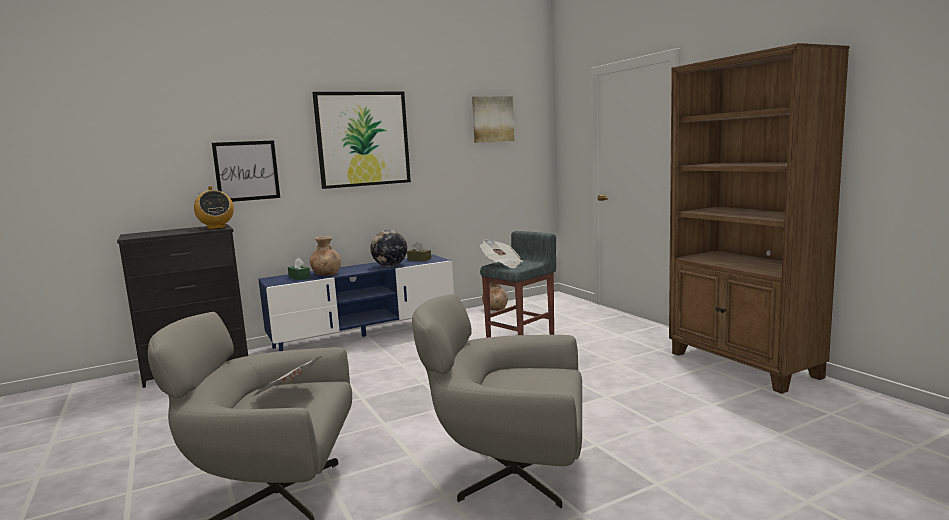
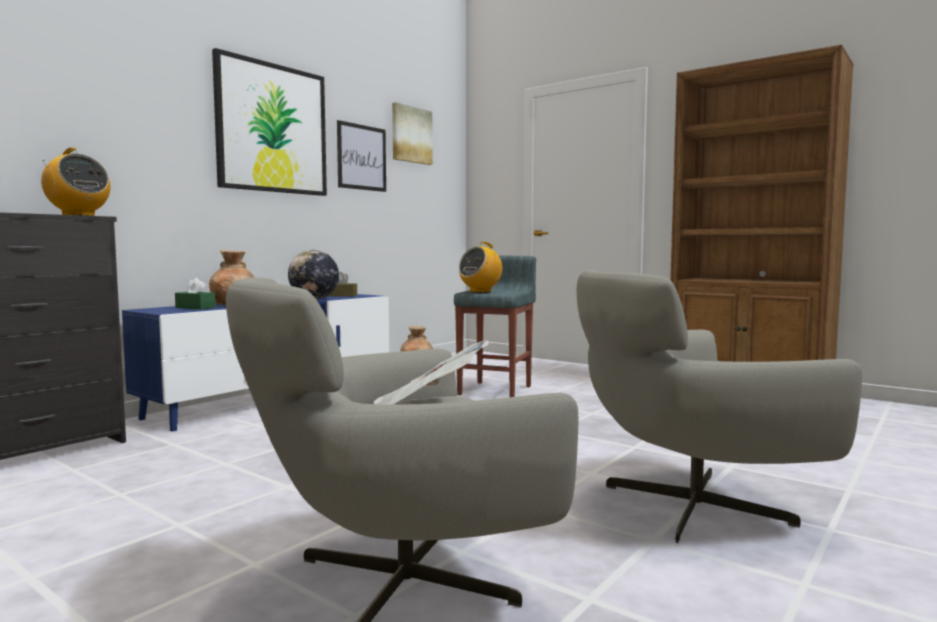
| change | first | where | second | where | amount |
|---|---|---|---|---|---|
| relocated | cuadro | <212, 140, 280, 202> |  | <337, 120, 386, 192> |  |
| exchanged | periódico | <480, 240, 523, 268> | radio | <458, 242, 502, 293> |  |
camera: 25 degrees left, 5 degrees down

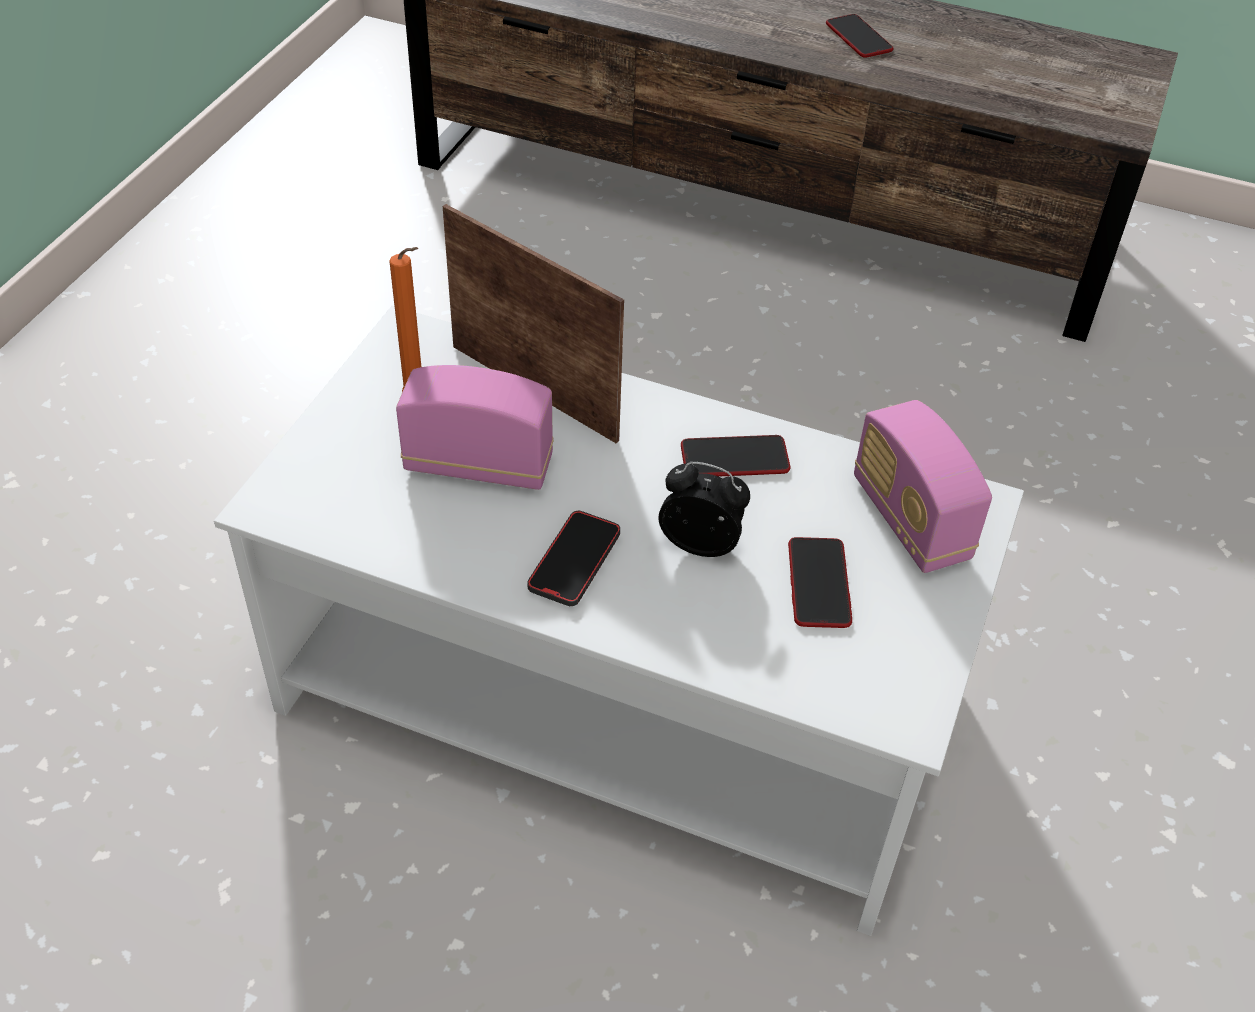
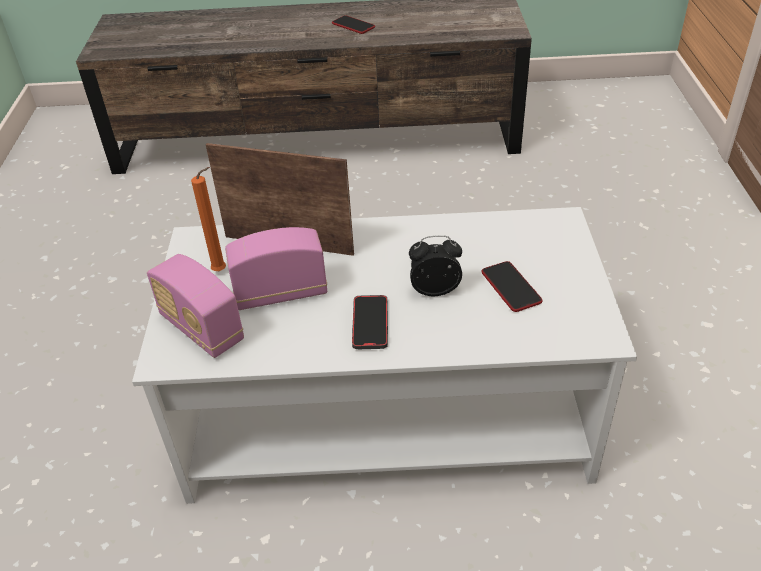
| change | first | where | second | where | amount |
|---|---|---|---|---|---|
| missing | móvil | <681, 435, 790, 477> |  |  |  |
| relocated | radio | <854, 400, 992, 573> |  | <147, 254, 244, 358> |  |
camera: 20 degrees left, 5 degrees down

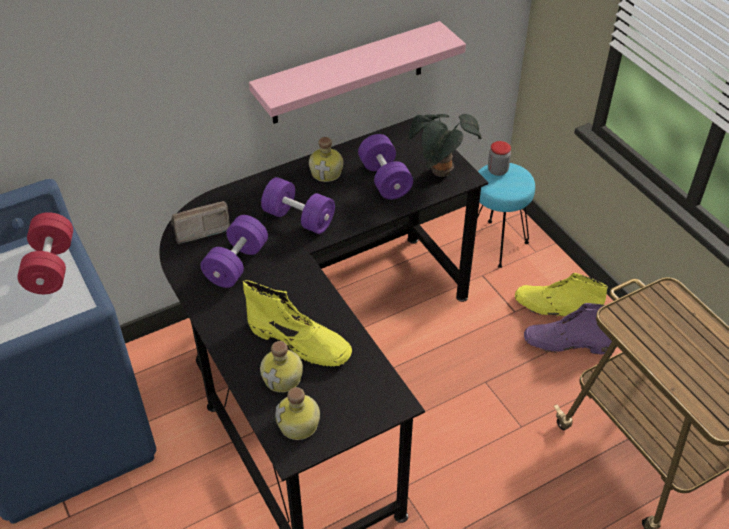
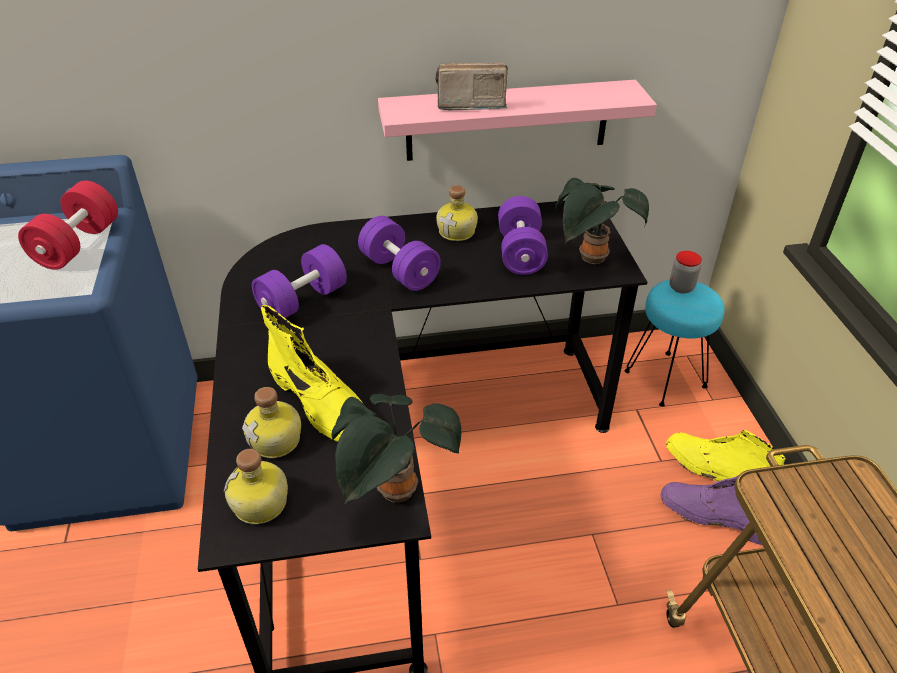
| change | first | where | second | where | amount |
|---|---|---|---|---|---|
| relocated | radio | <171, 201, 230, 244> |  | <435, 63, 508, 110> |  |
| appeared |  |  | planta en maceta | <331, 394, 461, 504> |  |
camera: 20 degrees right, 5 degrees down

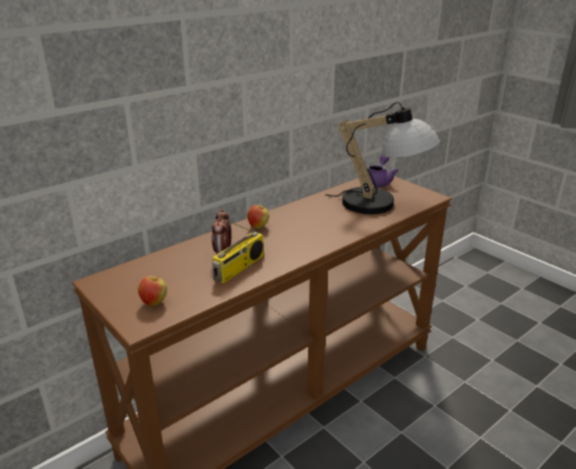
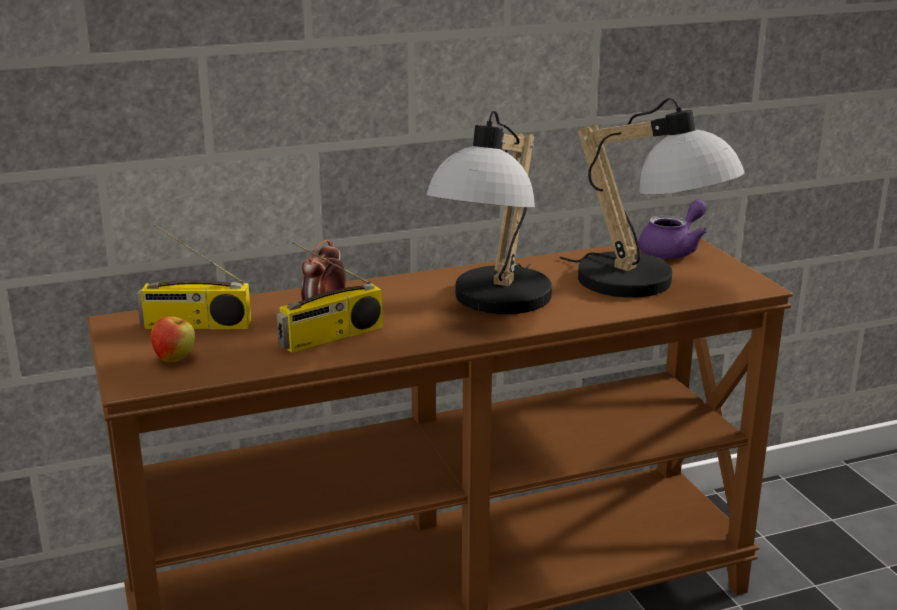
| change | first | where | second | where | amount |
|---|---|---|---|---|---|
| missing | manzana | <247, 205, 269, 228> |  |  |  |
| appeared |  |  | radio | <136, 225, 251, 329> |  |
| appeared |  |  | lámpara de mesa | <426, 110, 552, 314> |  |
camera: 20 degrees right, 5 degrees down

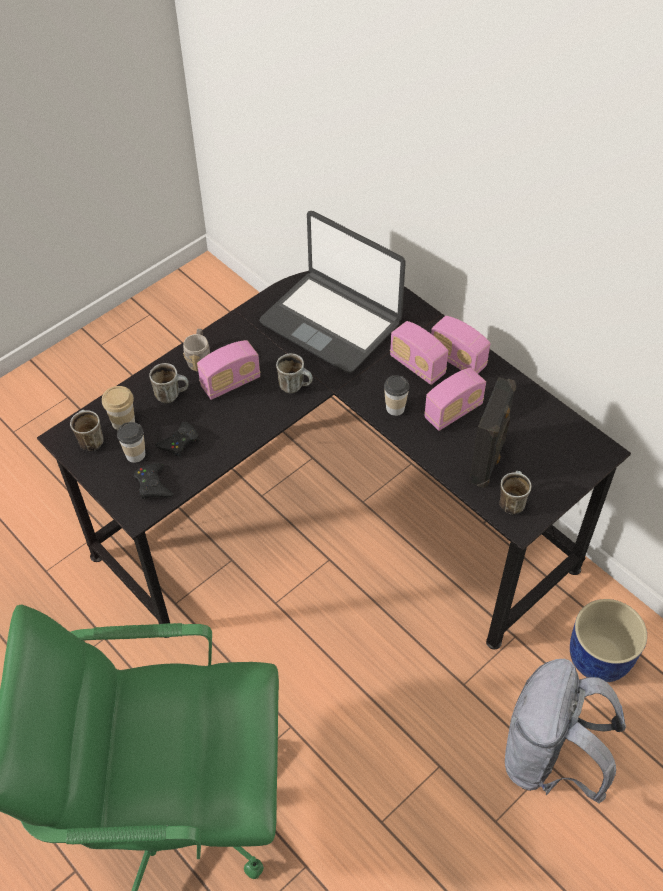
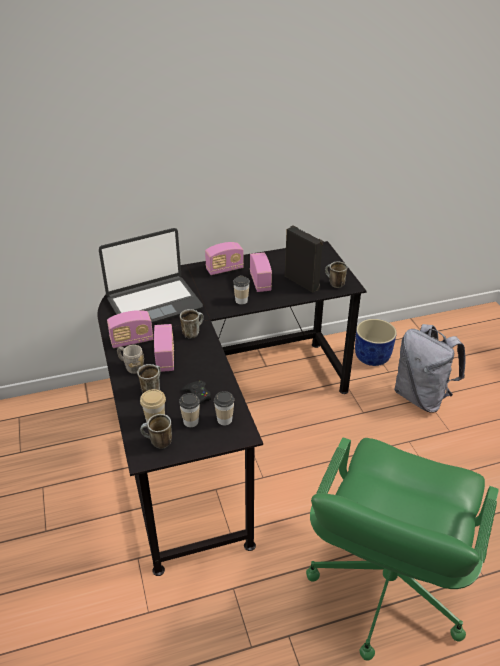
| change | first | where | second | where | amount |
|---|---|---|---|---|---|
| exchanged | mando de consola/negro | <134, 463, 174, 500> | taza | <214, 391, 234, 426> |  |
| relocated | radio | <390, 321, 448, 385> |  | <107, 310, 153, 348> |  |
camera: 65 degrees left, 15 degrees down

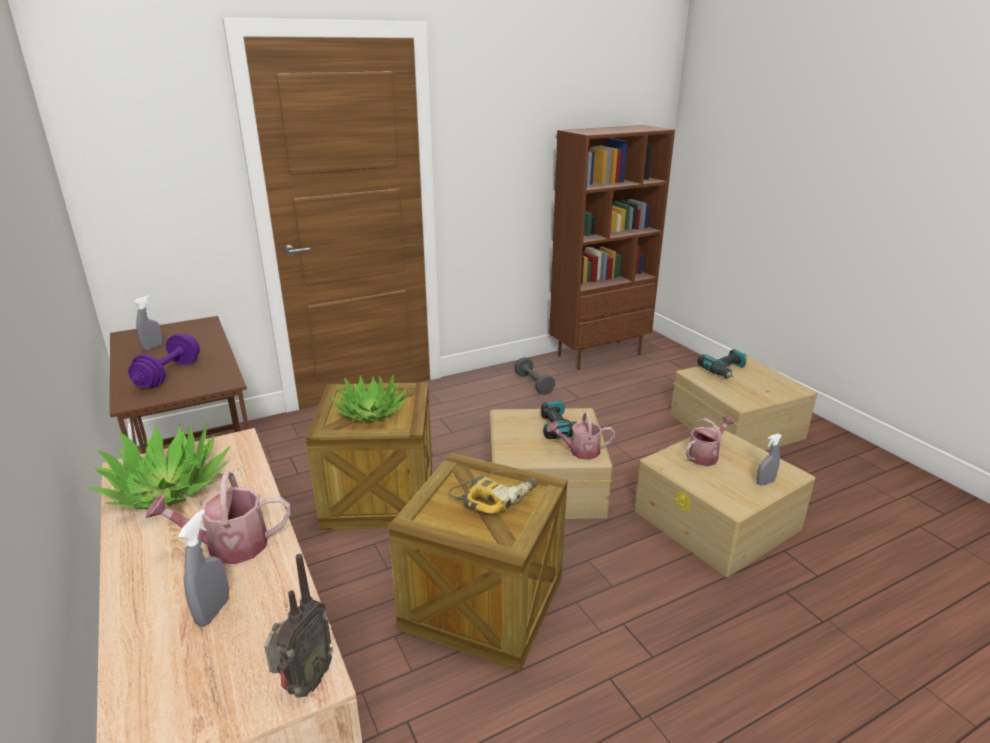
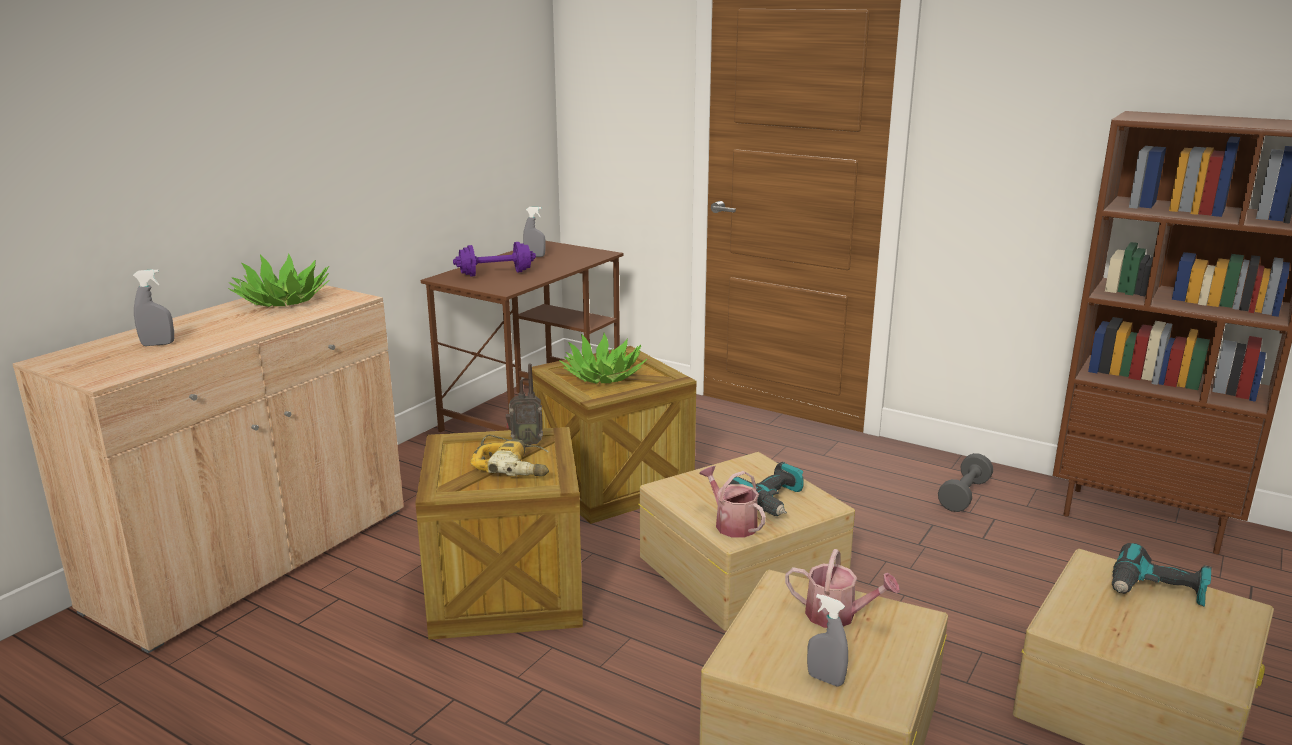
| change | first | where | second | where | amount |
|---|---|---|---|---|---|
| missing | regadera | <146, 472, 291, 564> |  |  |  |
| relocated | radio | <264, 554, 333, 698> |  | <506, 364, 543, 447> |  |
camera: 60 degrees right, 5 degrees down

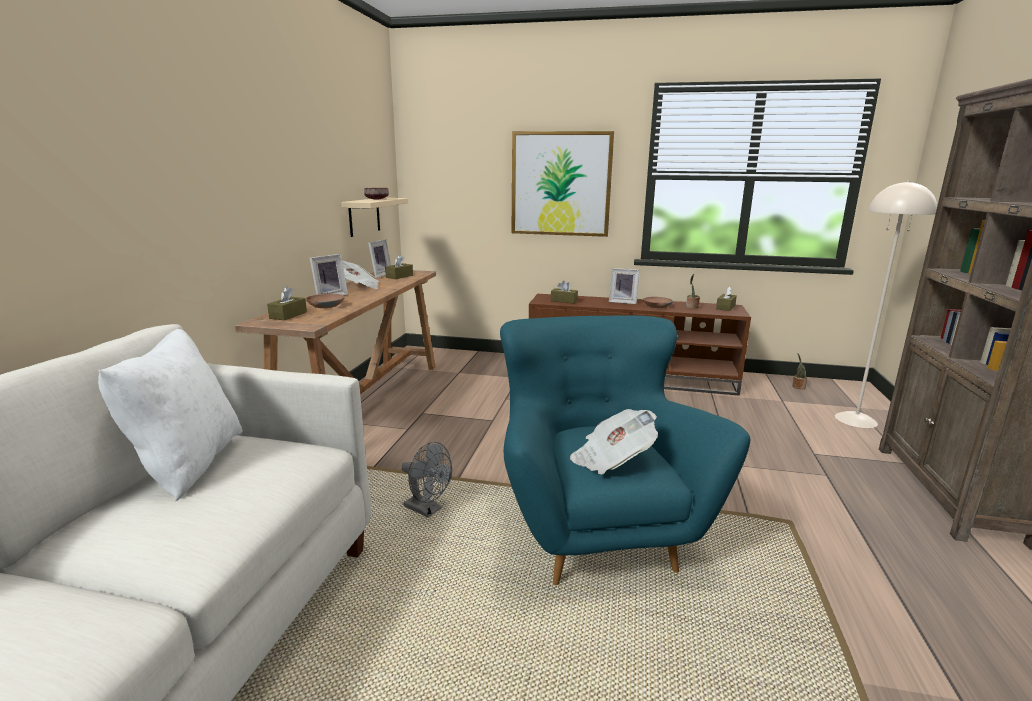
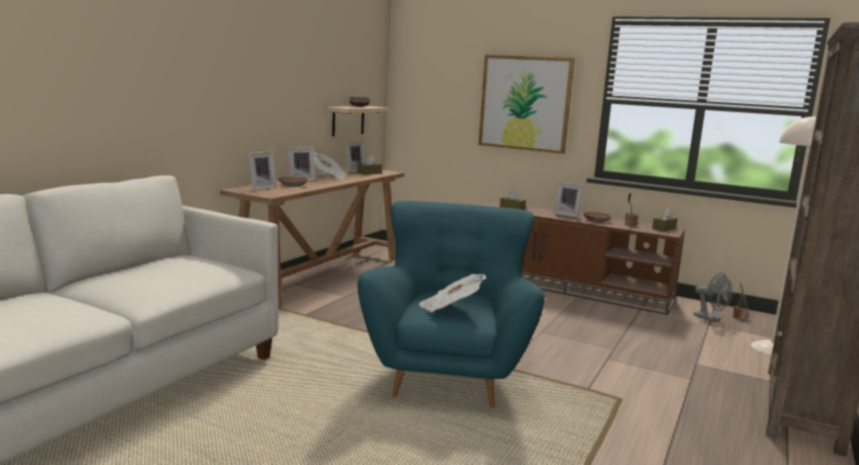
| change | first | where | second | where | amount |
|---|---|---|---|---|---|
| missing | cojín/blanco | <98, 329, 243, 501> |  |  |  |
| exchanged | caja de pañuelos/marrón | <267, 286, 307, 320> | portarretratos | <249, 151, 277, 191> |  |
| relocated | ventilador/gris | <401, 442, 452, 517> |  | <694, 273, 733, 322> |  |
camera: 15 degrees right, 5 degrees down

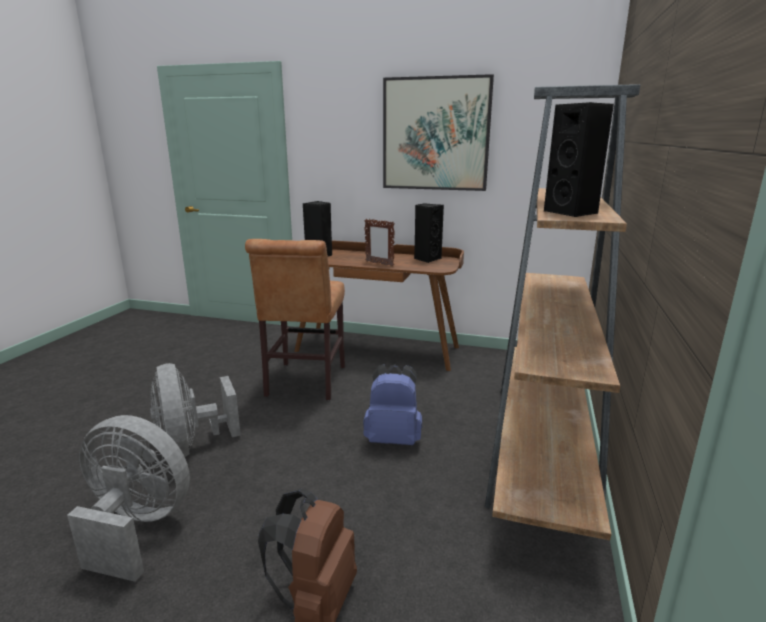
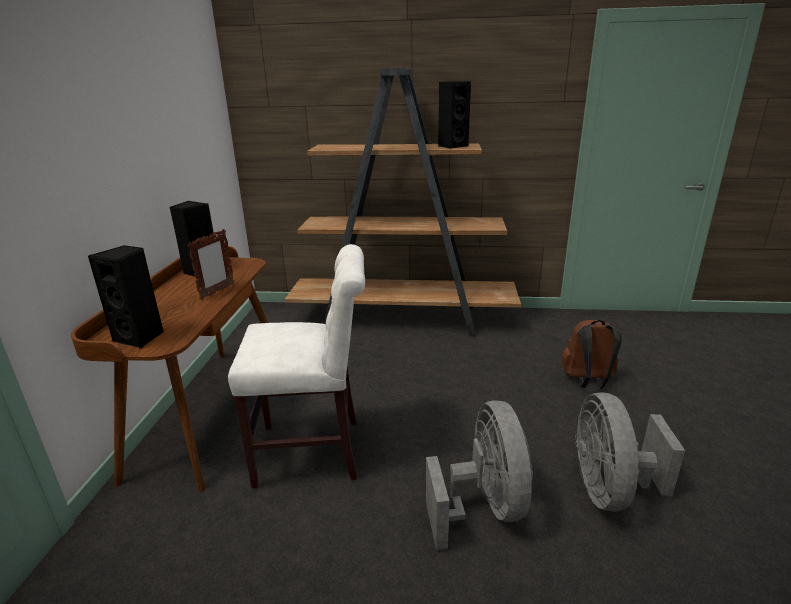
| change | first | where | second | where | amount |
|---|---|---|---|---|---|
| spun | ventilador/gris | <150, 363, 241, 457> |  | <426, 400, 533, 550> | 60 degrees counterclockwise |
| colour | silla/marrón | <245, 239, 345, 400> | silla/blanco | <228, 244, 365, 488> |  |
| missing | mochila/azul | <363, 364, 422, 445> |  |  |  |
| missing | cuadro | <383, 74, 494, 191> |  |  |  |
camera: 100 degrees left, 5 degrees up

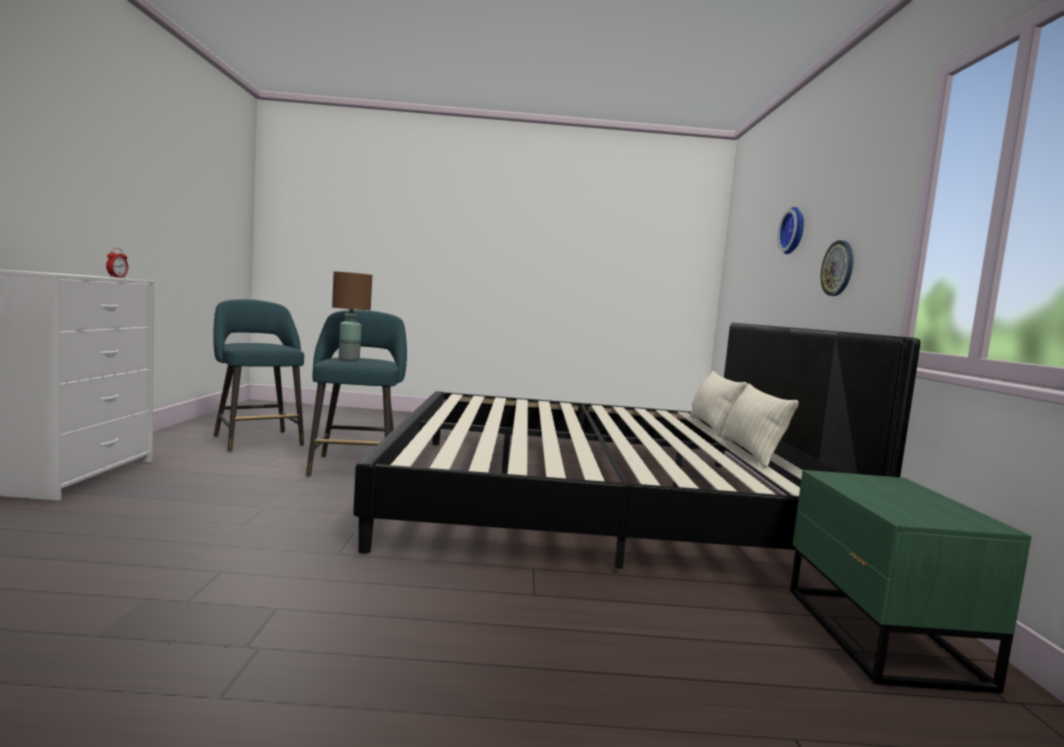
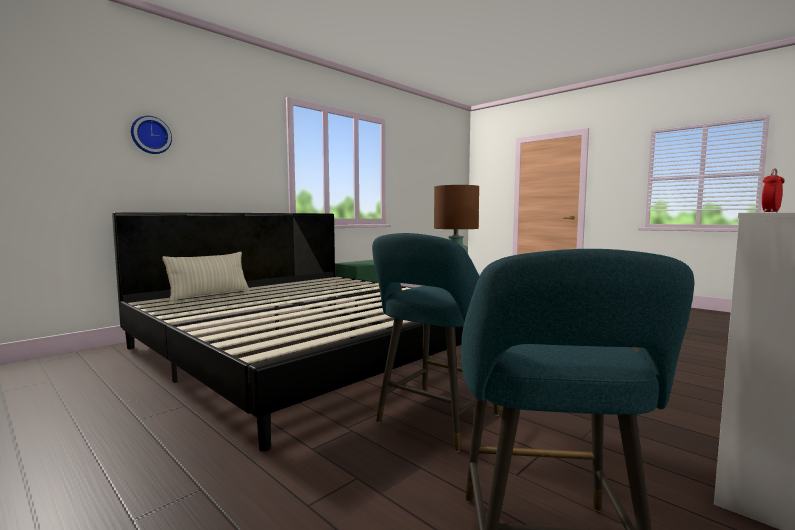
| change | first | where | second | where | amount |
|---|---|---|---|---|---|
| missing | cojín/beis | <721, 383, 799, 468> |  |  |  |
| missing | reloj de pared | <821, 240, 853, 296> |  |  |  |
camera: 135 degrees left, 0 degrees up

